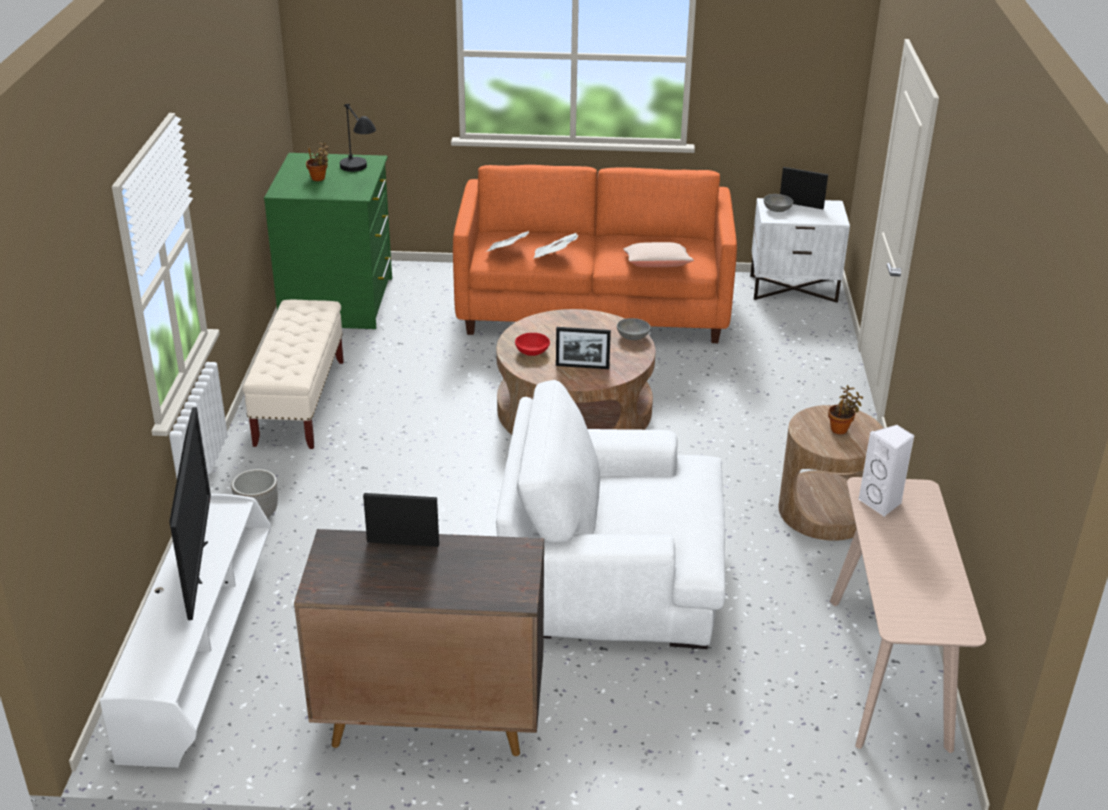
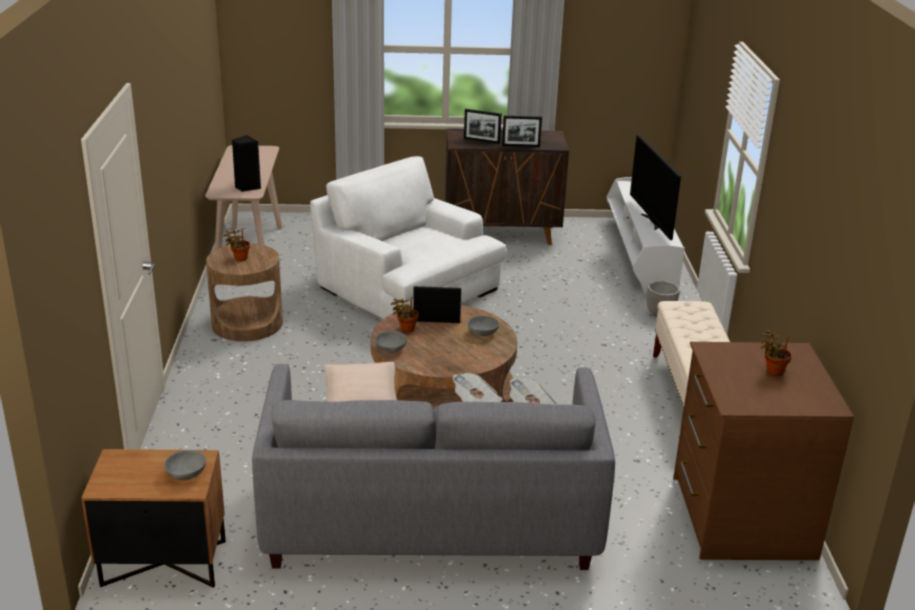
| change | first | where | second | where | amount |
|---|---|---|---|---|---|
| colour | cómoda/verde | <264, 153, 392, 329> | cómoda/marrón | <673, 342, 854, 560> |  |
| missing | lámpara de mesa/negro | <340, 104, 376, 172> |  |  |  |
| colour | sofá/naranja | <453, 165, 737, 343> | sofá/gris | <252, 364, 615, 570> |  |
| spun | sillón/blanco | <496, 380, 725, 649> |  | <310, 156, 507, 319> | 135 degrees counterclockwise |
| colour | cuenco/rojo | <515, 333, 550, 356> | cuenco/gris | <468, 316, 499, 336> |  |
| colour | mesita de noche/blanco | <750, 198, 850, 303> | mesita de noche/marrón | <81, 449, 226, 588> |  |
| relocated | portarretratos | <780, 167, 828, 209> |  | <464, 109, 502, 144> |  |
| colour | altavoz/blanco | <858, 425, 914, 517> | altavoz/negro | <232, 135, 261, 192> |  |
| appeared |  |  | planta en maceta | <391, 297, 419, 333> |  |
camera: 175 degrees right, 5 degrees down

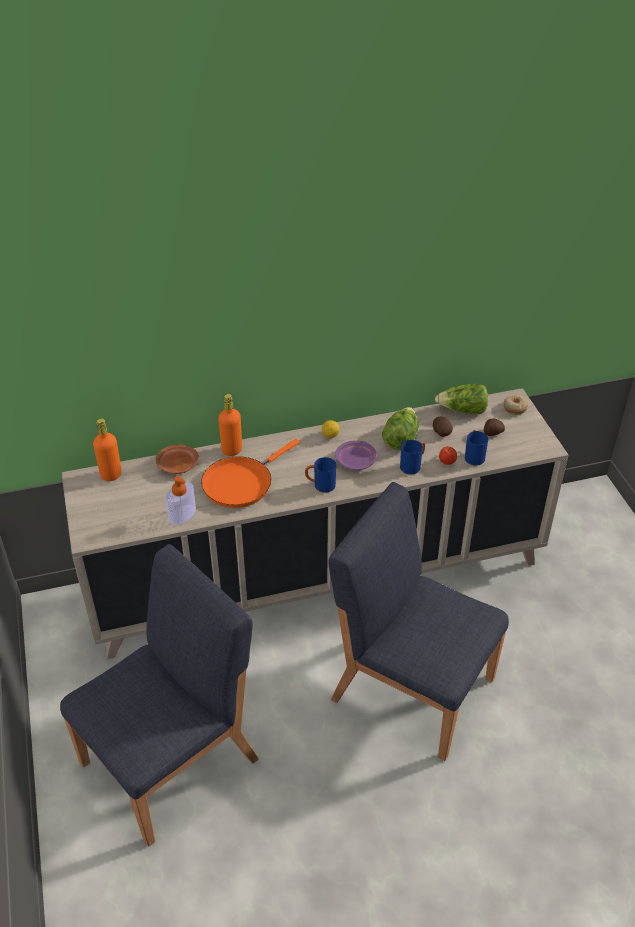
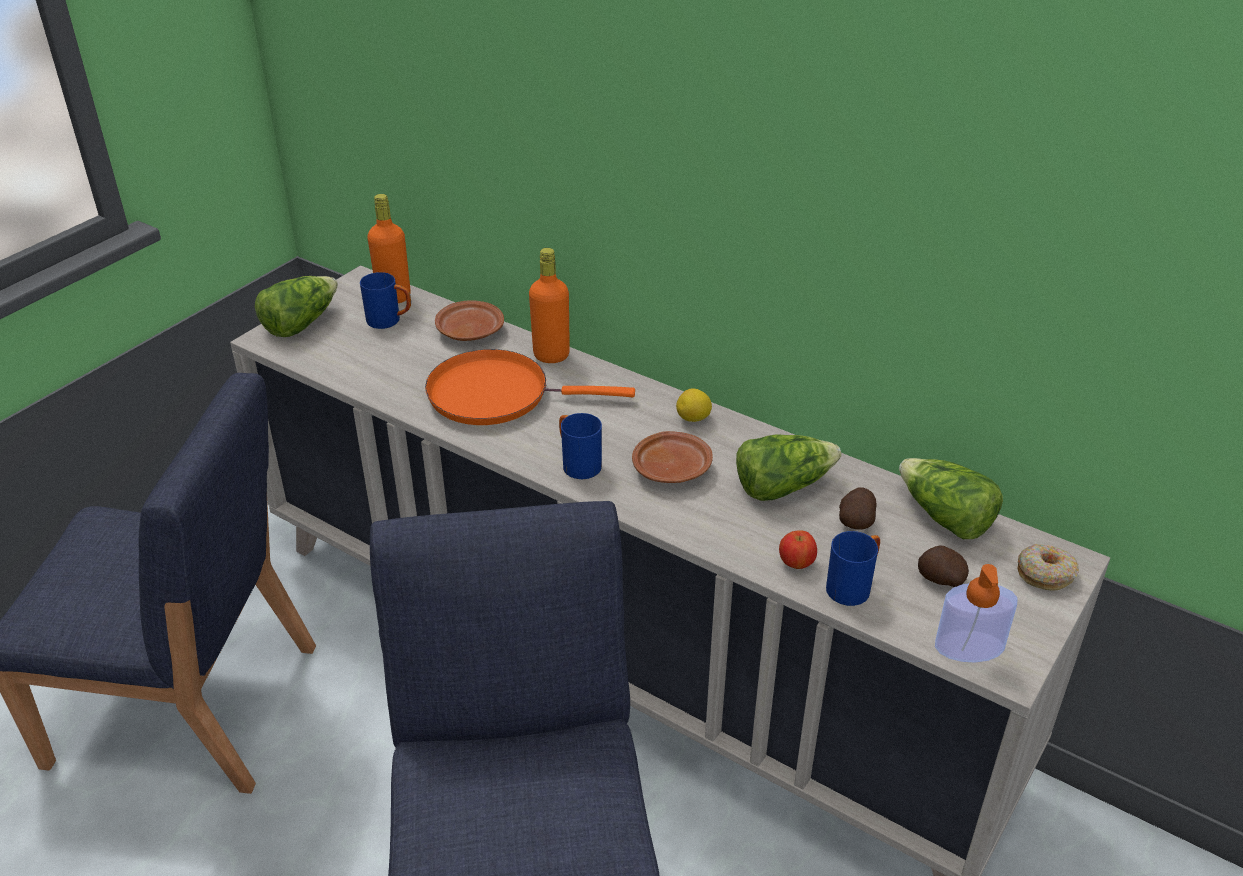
| change | first | where | second | where | amount |
|---|---|---|---|---|---|
| relocated | dispensador de jabón | <166, 476, 196, 525> |  | <935, 564, 1017, 663> |  |
| colour | plato/morado | <335, 440, 377, 470> | plato/marrón | <632, 431, 713, 483> |  |
| relocated | taza grande/azul | <400, 440, 425, 474> |  | <360, 272, 411, 329> |  |
| appeared |  |  | lechuga | <255, 276, 338, 337> |  |
camera: 50 degrees right, 5 degrees down

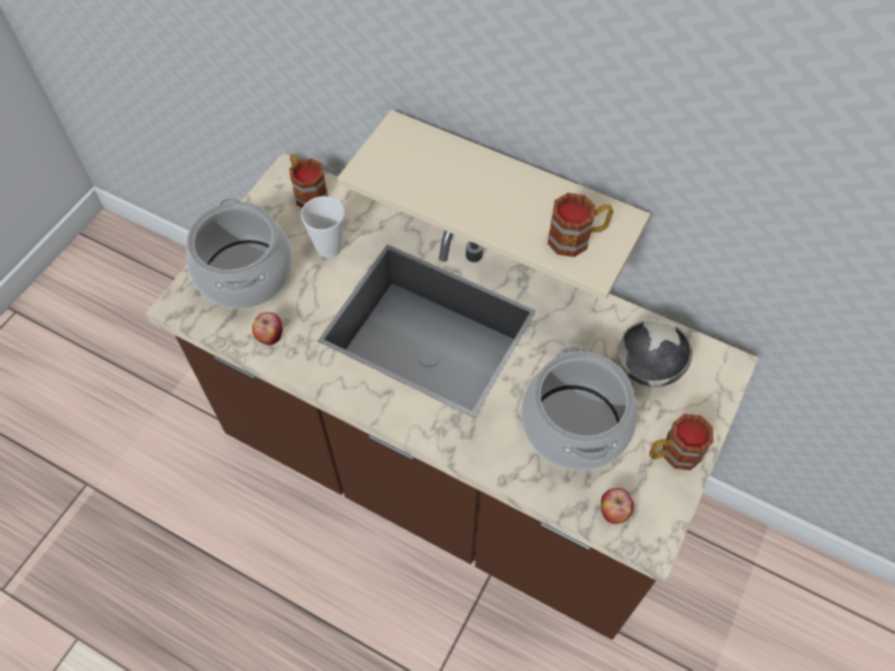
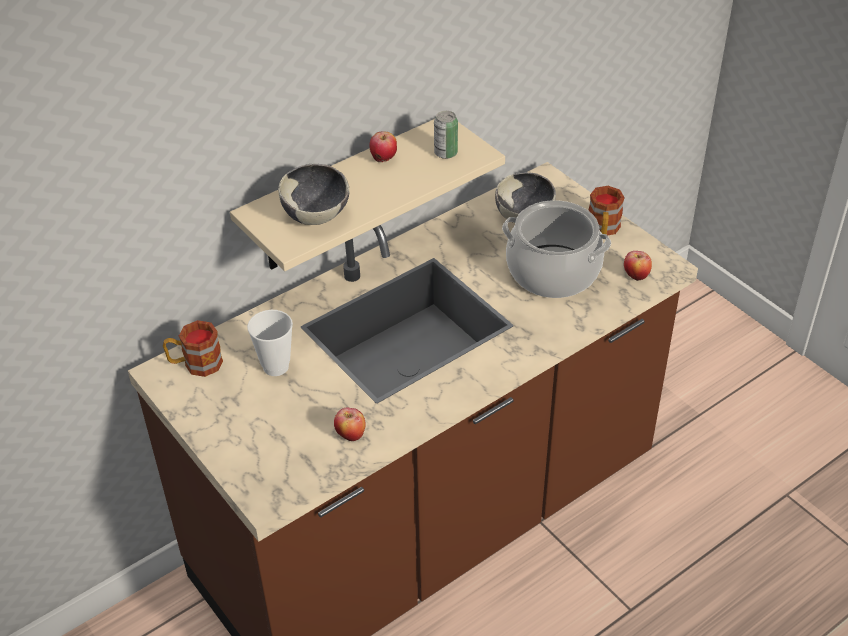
| change | first | where | second | where | amount |
|---|---|---|---|---|---|
| missing | olla | <186, 197, 292, 309> |  |  |  |
| exchanged | taza grande | <548, 193, 613, 257> | lata | <434, 111, 458, 159> |  |
| appeared |  |  | cuenco | <278, 164, 350, 225> |  |
| appeared |  |  | manzana | <369, 131, 397, 162> |  |
camera: 65 degrees left, 15 degrees down

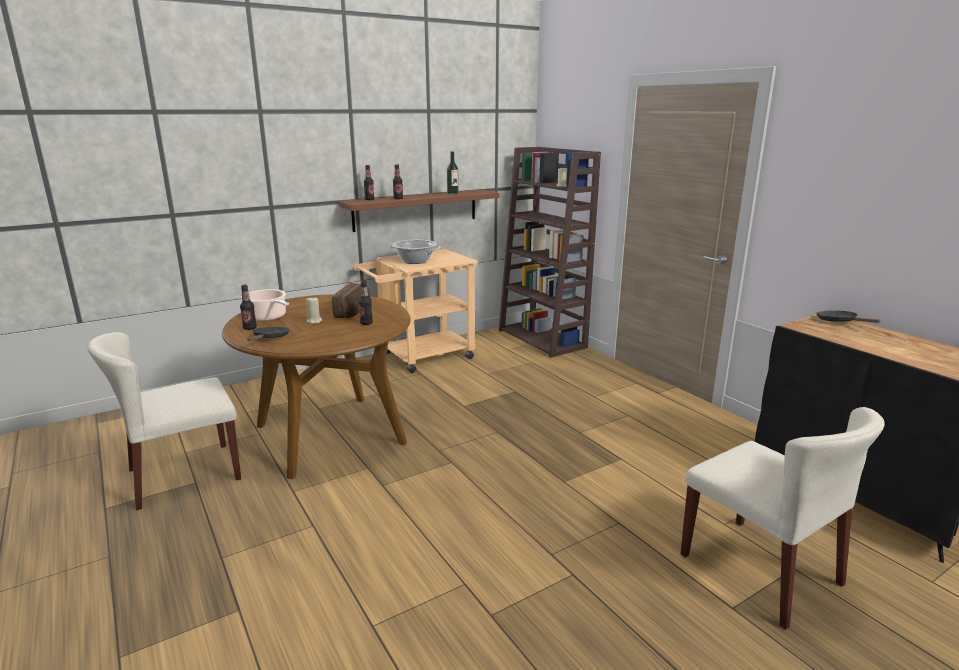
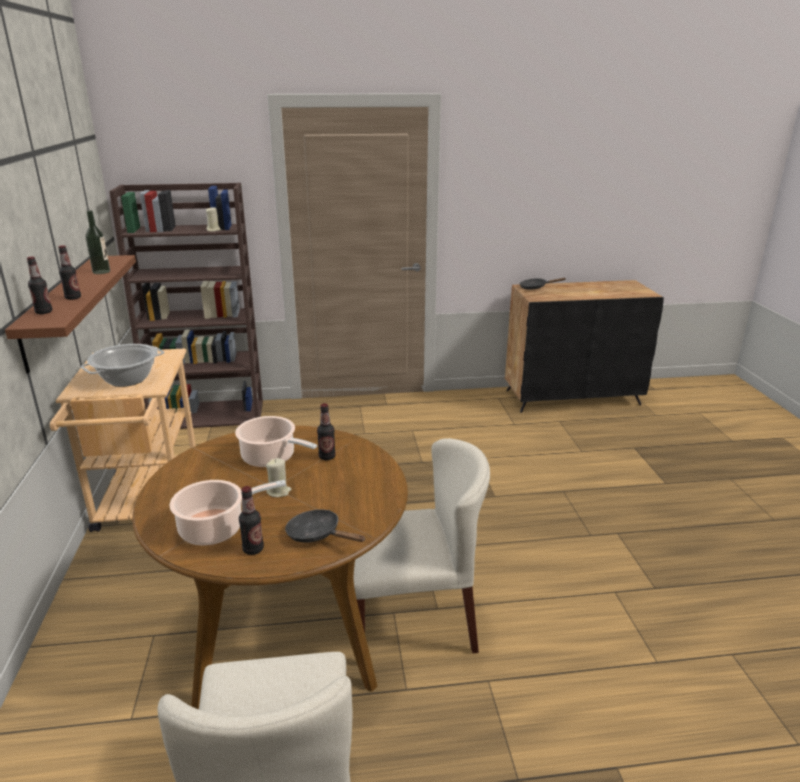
| change | first | where | second | where | amount |
|---|---|---|---|---|---|
| exchanged | pan | <332, 283, 370, 318> | olla | <235, 416, 317, 467> |  |
| relocated | silla/beis | <680, 407, 885, 630> |  | <354, 438, 490, 654> |  |
camera: 65 degrees left, 5 degrees up

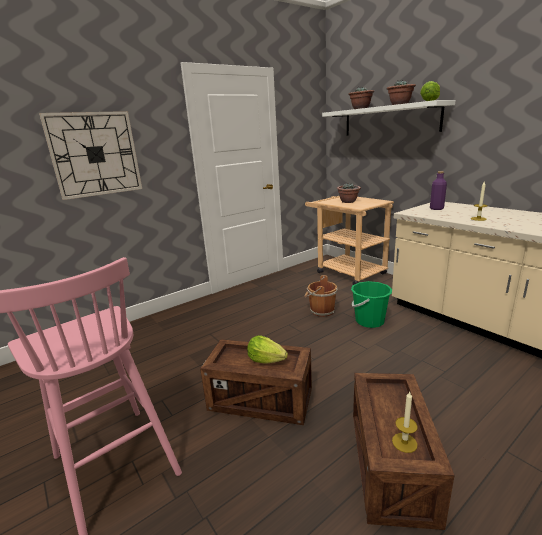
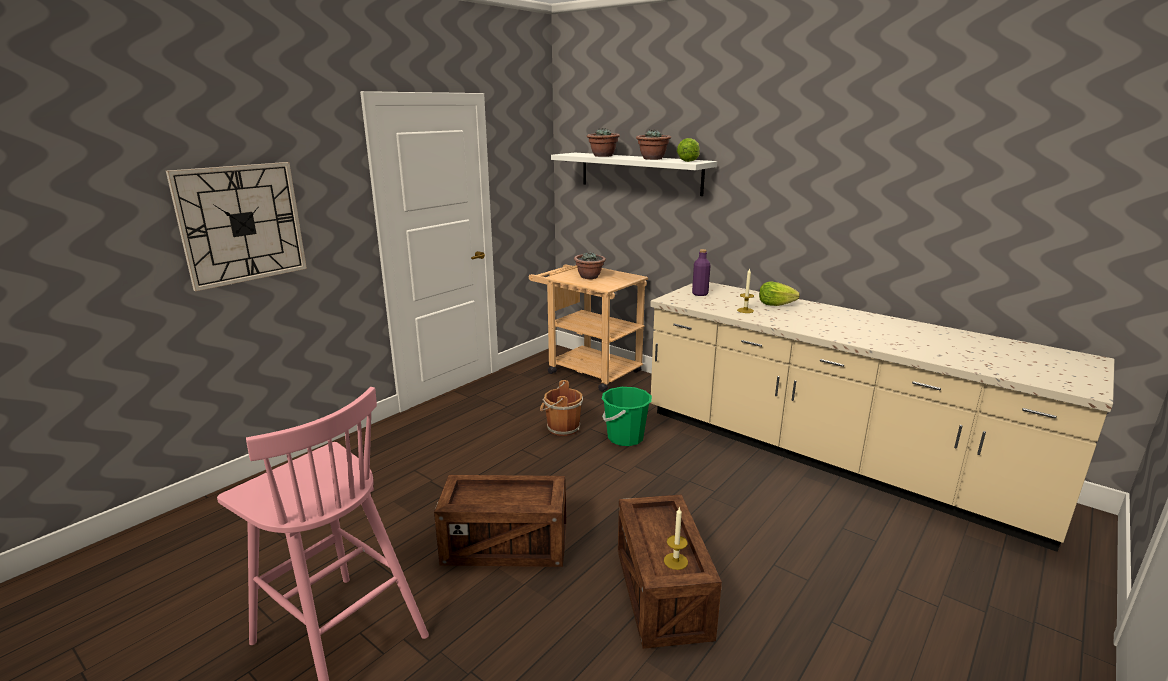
| change | first | where | second | where | amount |
|---|---|---|---|---|---|
| relocated | lechuga | <247, 335, 288, 363> |  | <759, 282, 800, 306> |  |
camera: 15 degrees left, 0 degrees up

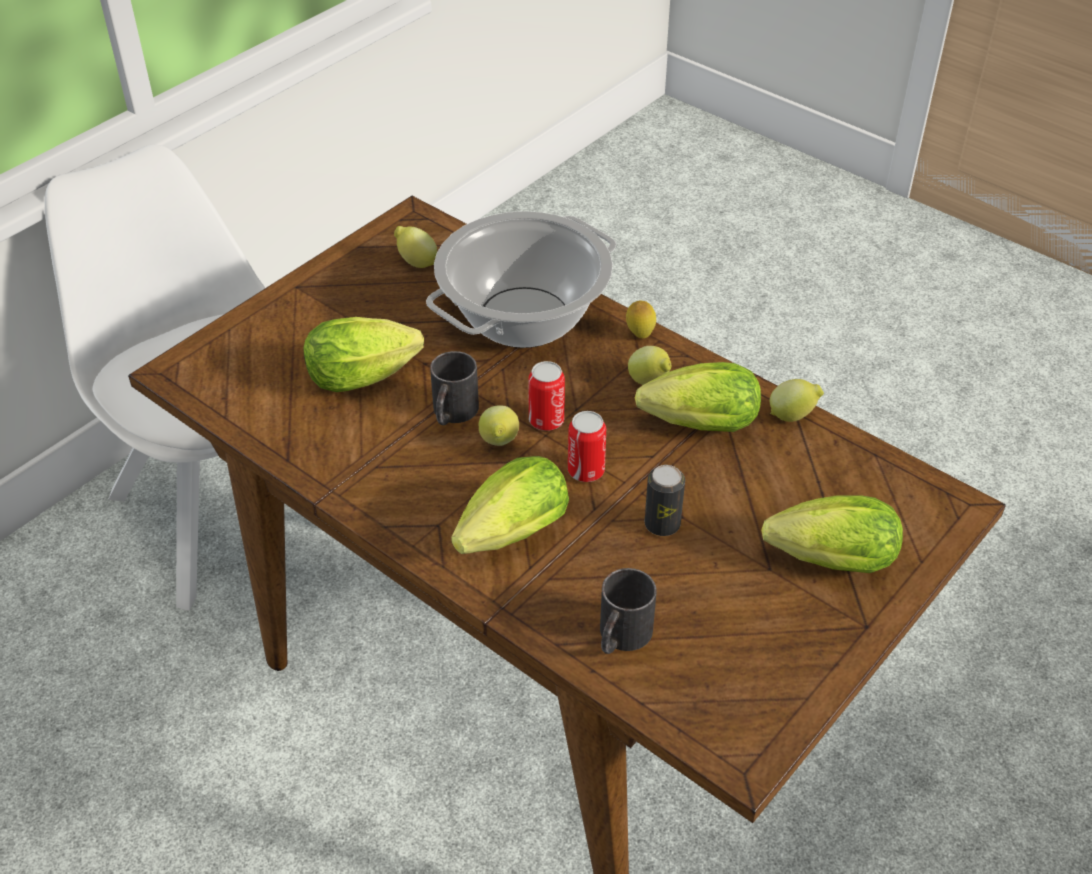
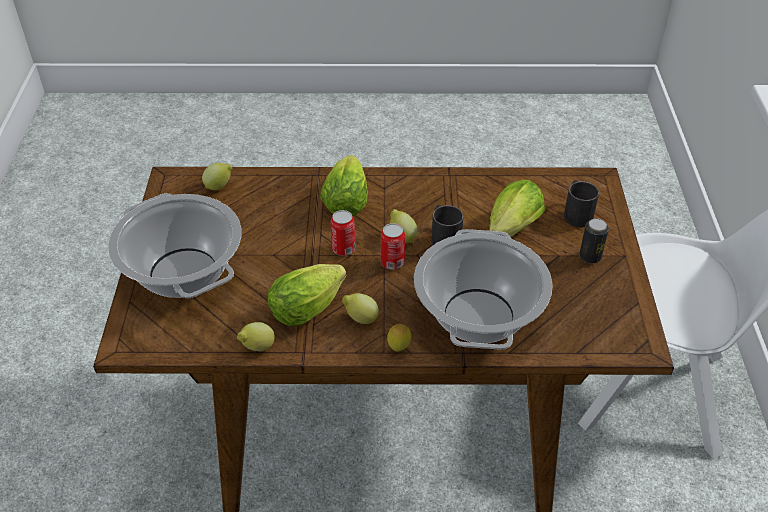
| change | first | where | second | where | amount |
|---|---|---|---|---|---|
| relocated | limón | <394, 226, 437, 268> |  | <202, 163, 233, 190> |  |
| relocated | taza grande/negro | <600, 568, 657, 654> |  | <564, 180, 599, 228> |  |
| relocated | lata | <645, 465, 685, 536> |  | <579, 218, 609, 263> |  |
| exchanged | lechuga | <761, 495, 903, 573> | olla | <108, 193, 241, 298> |  |
camera: 140 degrees right, 0 degrees up

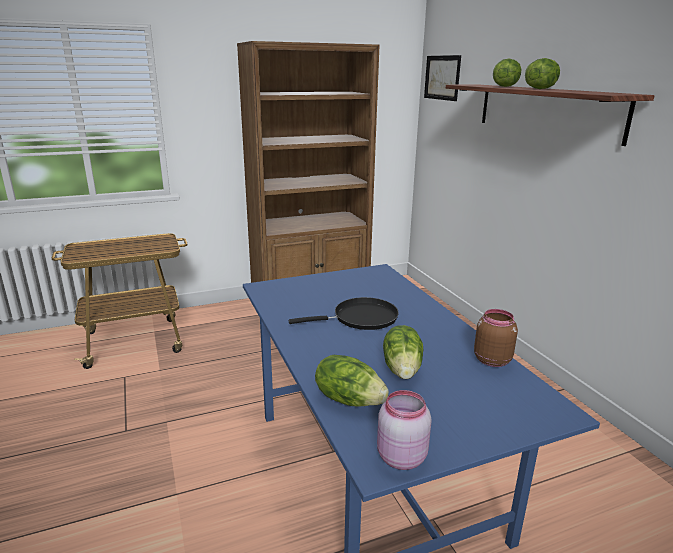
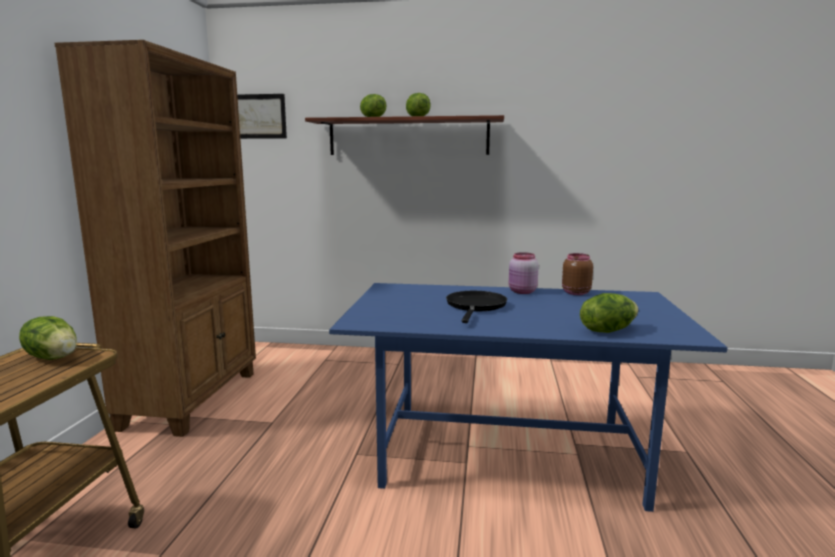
| change | first | where | second | where | amount |
|---|---|---|---|---|---|
| relocated | tarro/rosa | <377, 390, 432, 470> |  | <509, 252, 539, 294> |  |
| relocated | lechuga | <383, 325, 423, 379> |  | <19, 316, 77, 360> |  |
camera: 60 degrees left, 10 degrees down

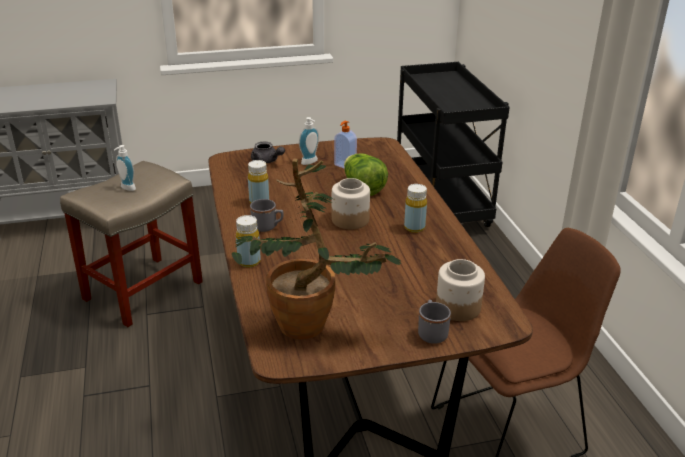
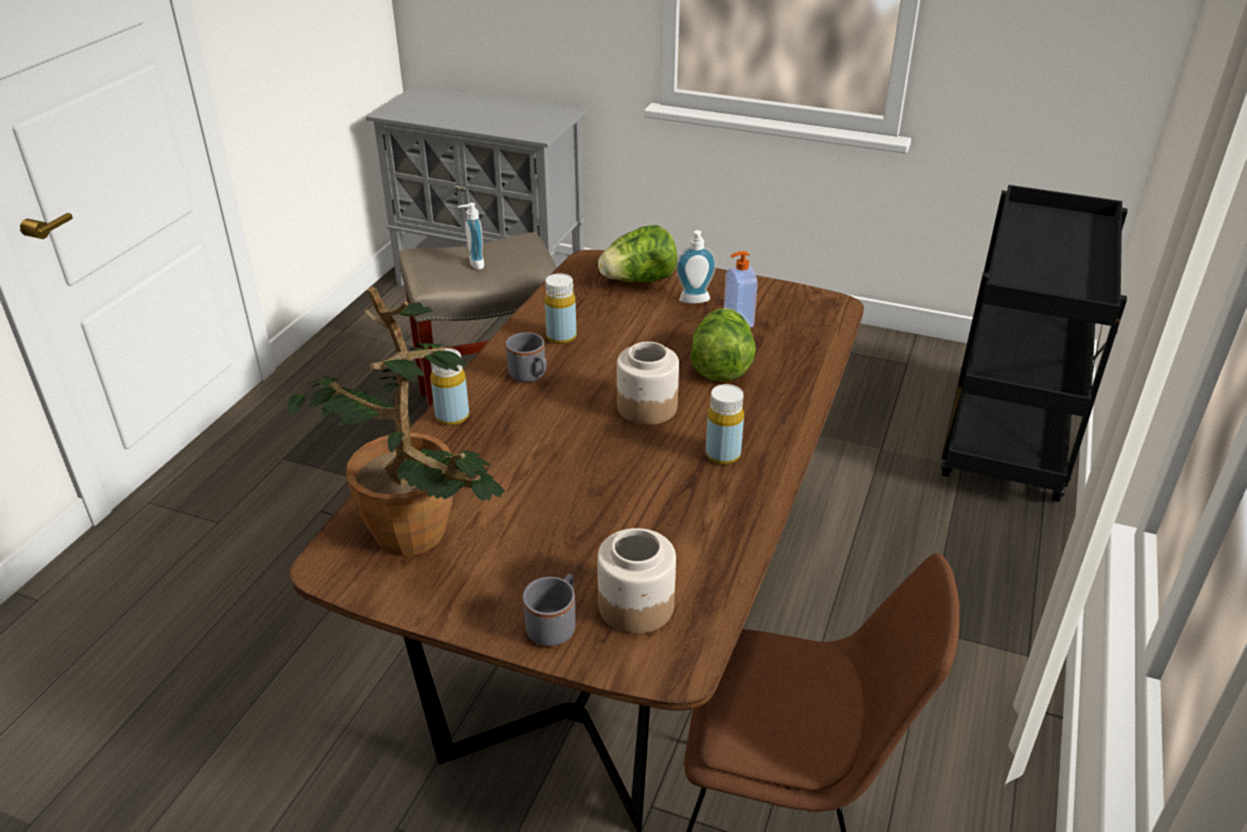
| change | first | where | second | where | amount |
|---|---|---|---|---|---|
| exchanged | tetera/gris | <251, 142, 285, 164> | lechuga | <598, 225, 677, 282> |  |
camera: 35 degrees right, 5 degrees up

